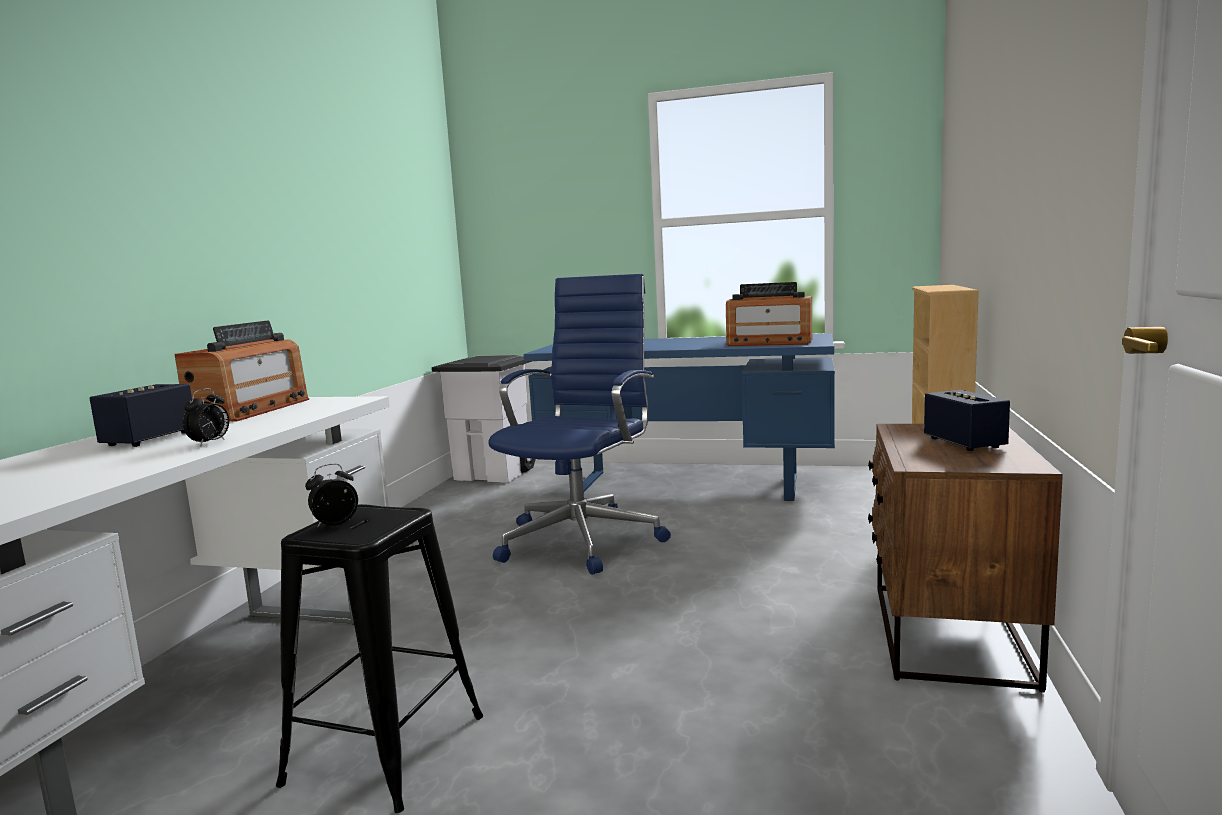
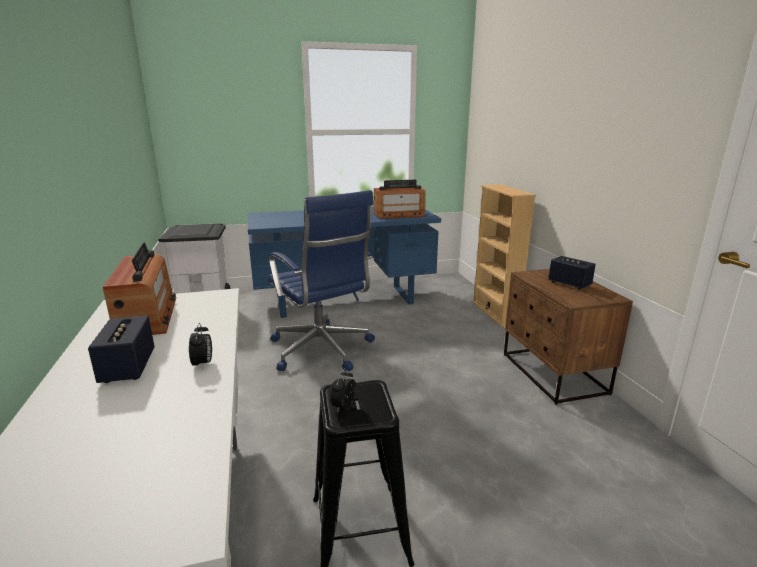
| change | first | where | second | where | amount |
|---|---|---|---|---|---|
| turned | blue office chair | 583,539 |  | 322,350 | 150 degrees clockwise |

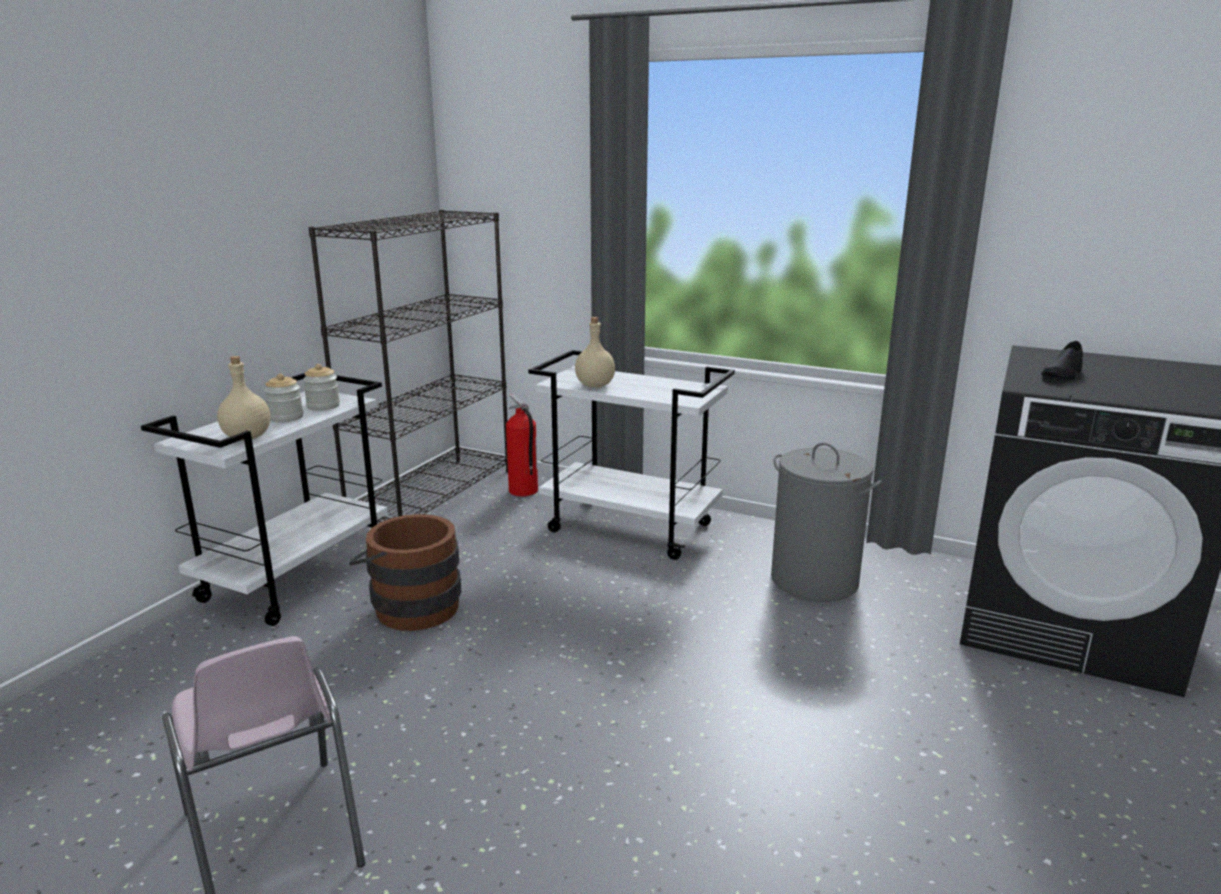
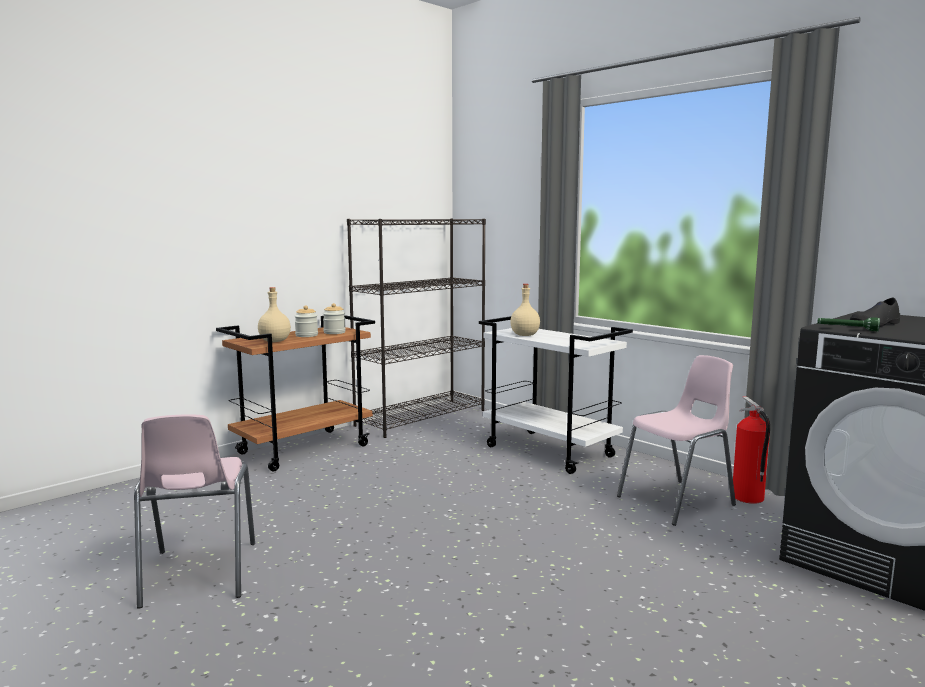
| change | first | where | second | where | amount |
|---|---|---|---|---|---|
| recoloured | white cart | 297,577 | brown cart | 304,449 |  |
| moved | fire extinguisher | 523,491 |  | 747,498 |  |
| replaced | grey laundry basket | 815,580 | pink chair | 678,501 |  |
| removed | brown bucket | 411,606 |  |  |  |
| added |  |  | green flashlight | 847,329 |  |

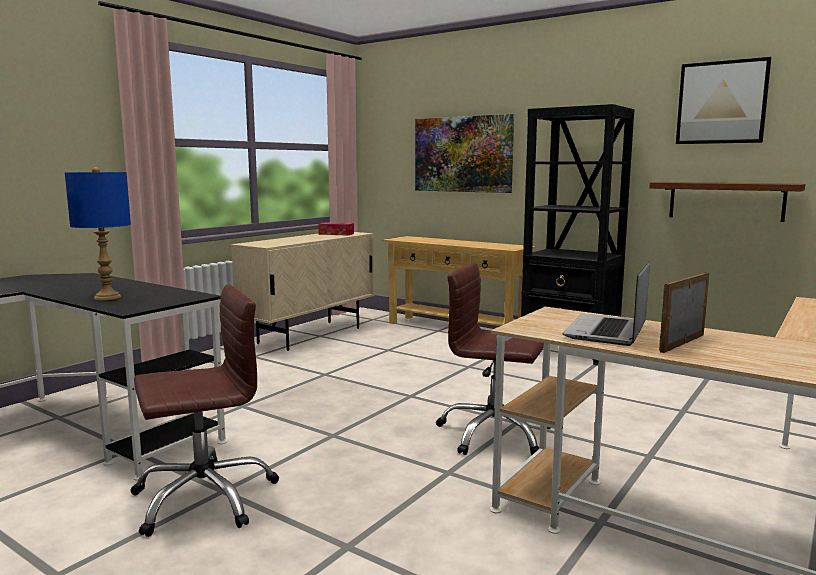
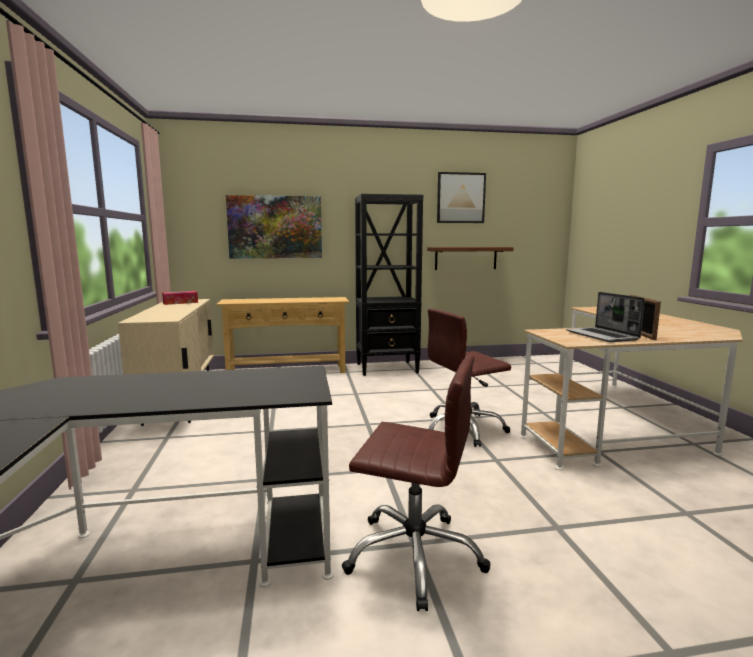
| change | first | where | second | where | amount |
|---|---|---|---|---|---|
| removed | blue table lamp | 107,297 |  |  |  |
| turned | brown office chair | 204,497 |  | 415,555 | 90 degrees clockwise |

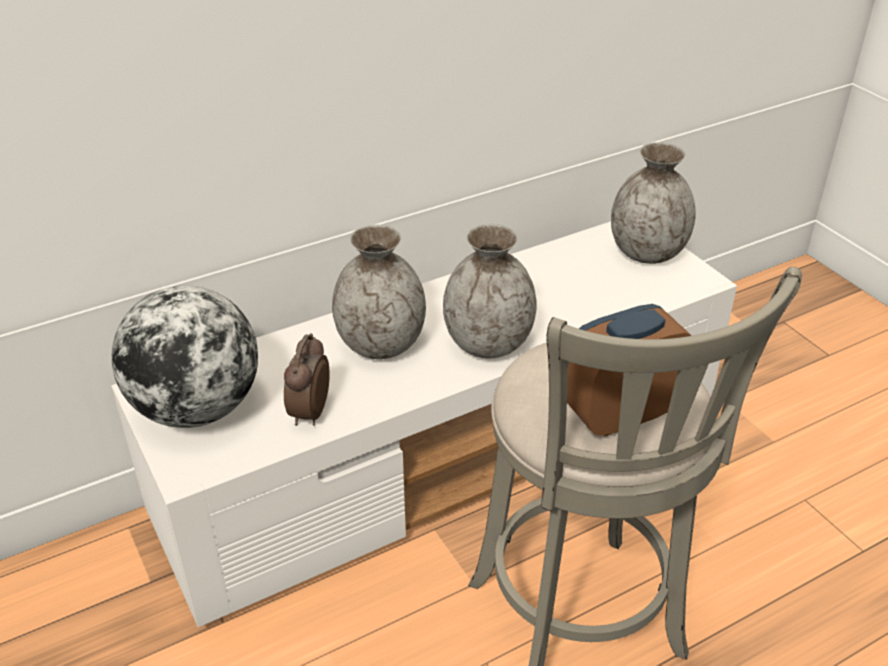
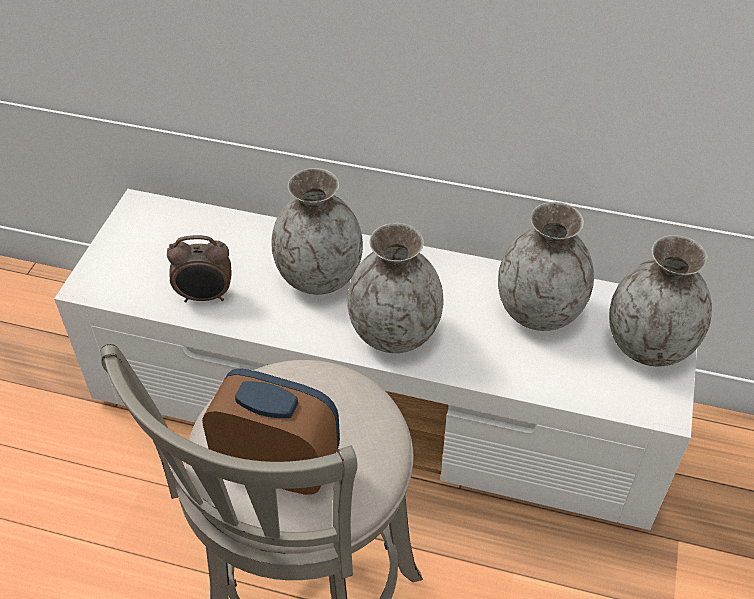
| change | first | where | second | where | amount |
|---|---|---|---|---|---|
| removed | globe | 196,409 |  |  |  |
| turned | alarm clock | 308,413 |  | 205,296 | 150 degrees counterclockwise |
| added |  |  | grey vase | 539,311 |  |

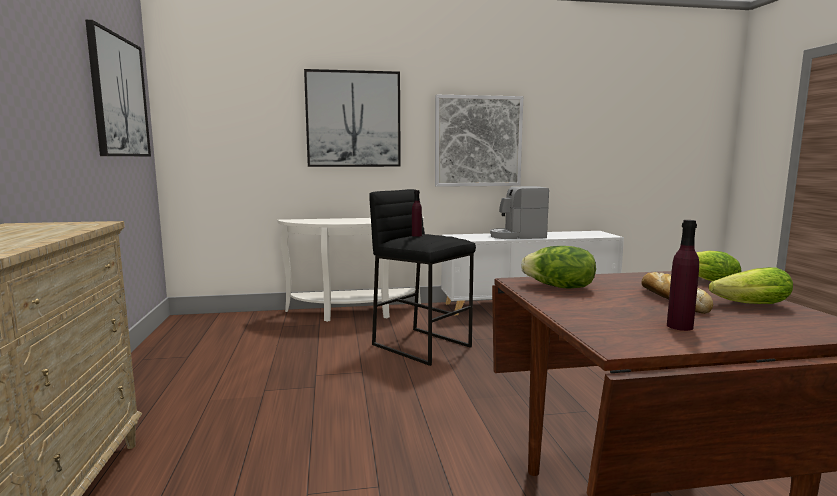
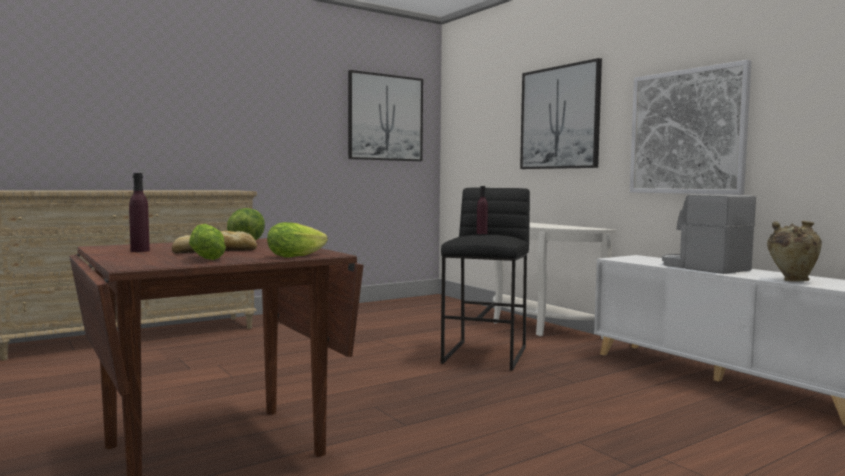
| change | first | where | second | where | amount |
|---|---|---|---|---|---|
| added |  |  | beige vase | 792,280 |  |

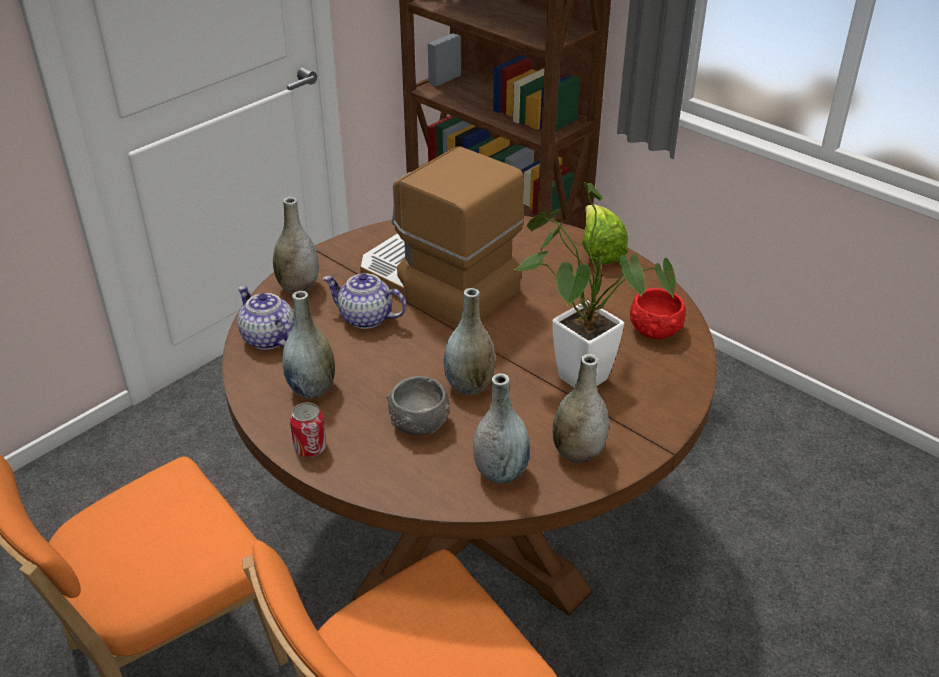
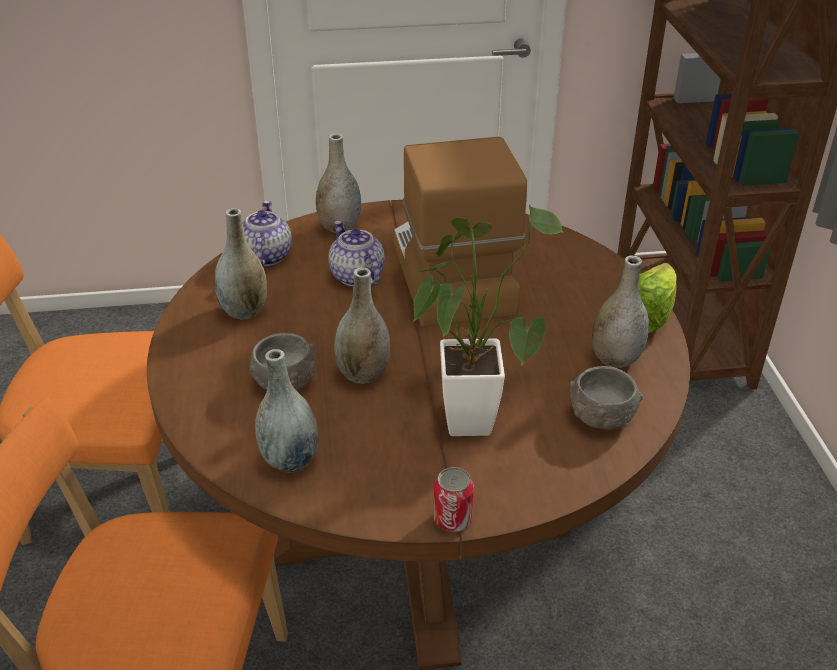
| change | first | where | second | where | amount |
|---|---|---|---|---|---|
| recoloured | red bowl | 655,330 | grey bowl | 601,417 |  |
| moved | grey vase | 578,452 |  | 615,359 |  |
| moved | can | 310,447 |  | 452,519 |  |

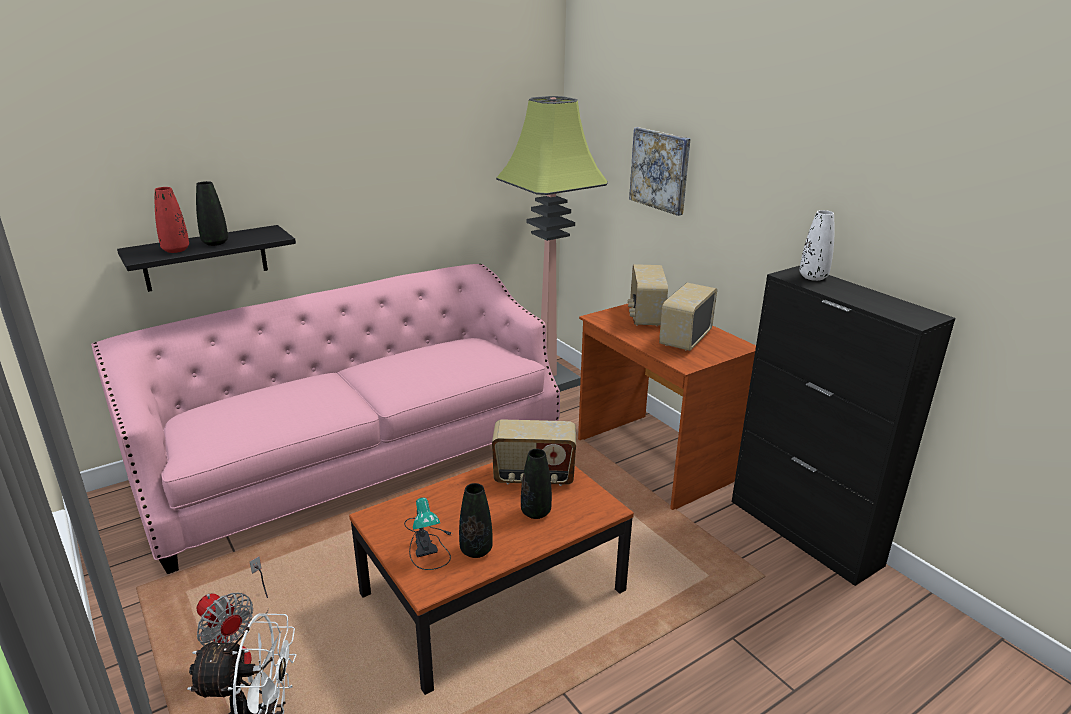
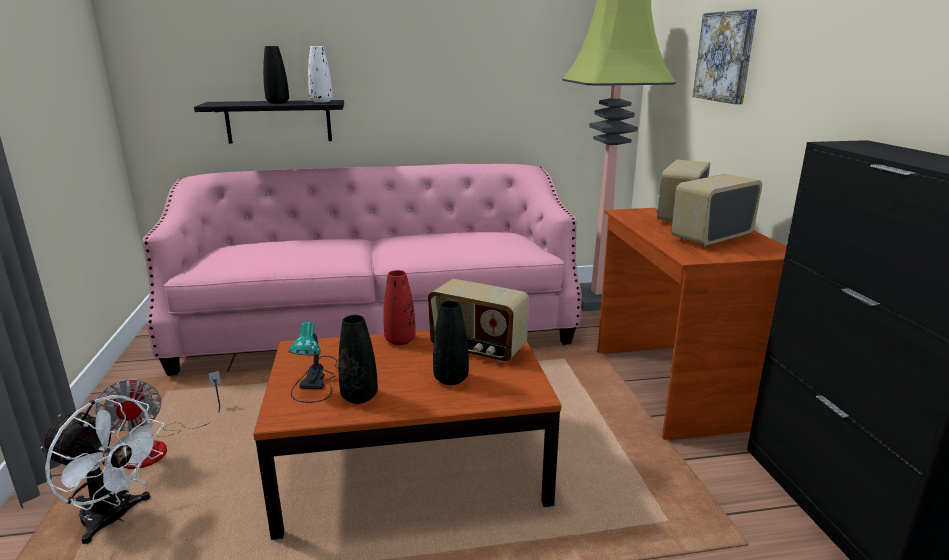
| change | first | where | second | where | amount |
|---|---|---|---|---|---|
| moved | red vase | 176,250 |  | 400,340 |  |
| moved | white vase | 813,277 |  | 321,101 |  |

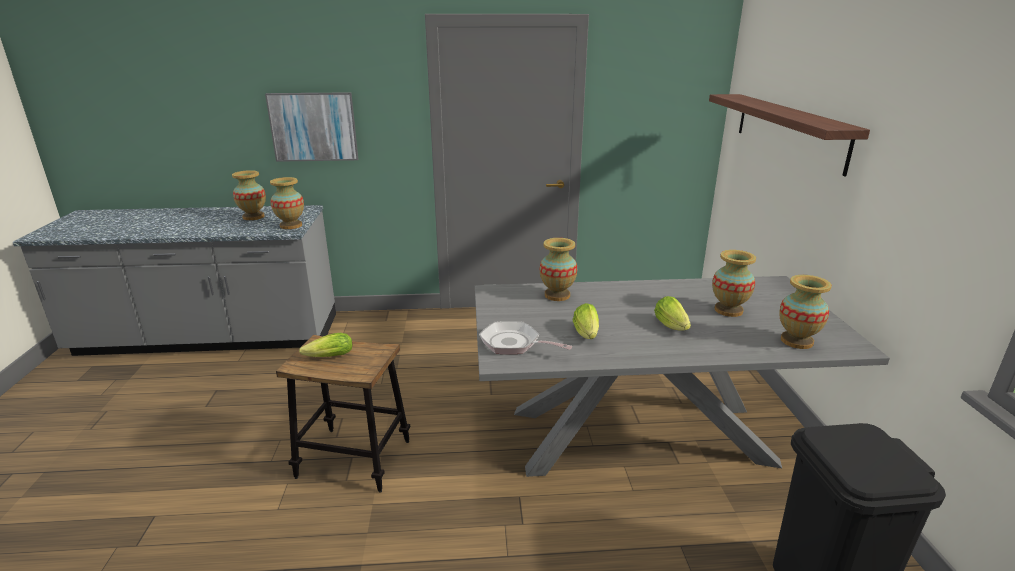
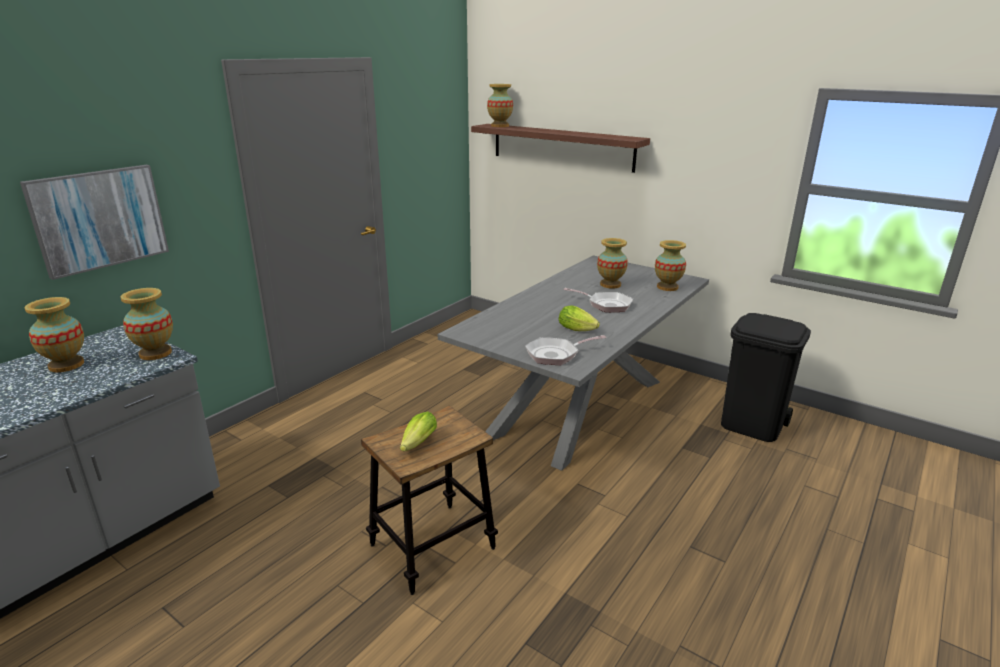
| change | first | where | second | where | amount |
|---|---|---|---|---|---|
| moved | vase | 557,295 |  | 500,126 |  |
| replaced | lettuce | 672,326 | frying pan | 606,305 |  |

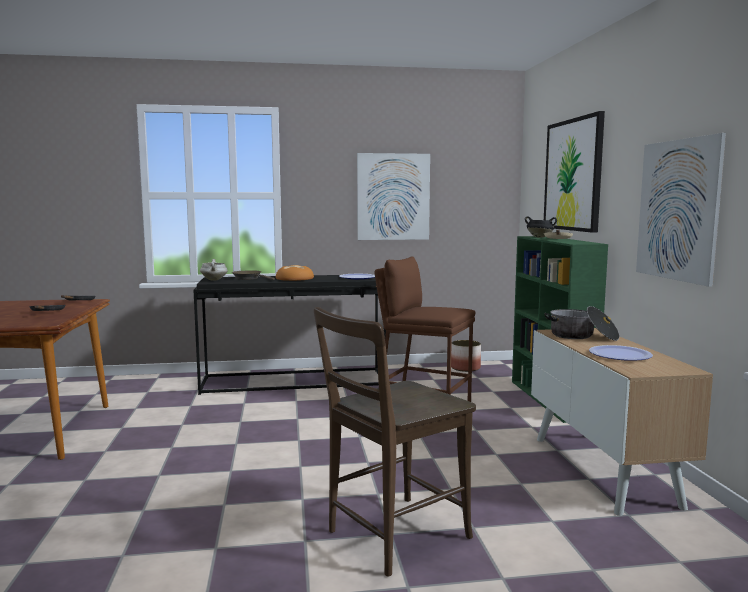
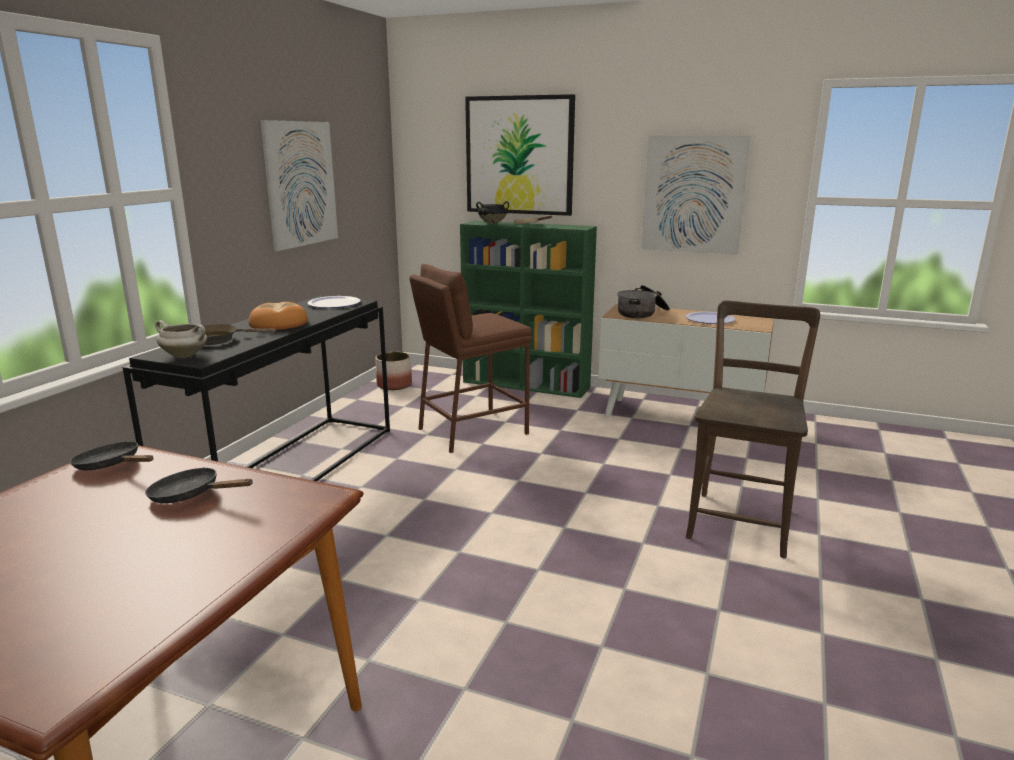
| change | first | where | second | where | amount |
|---|---|---|---|---|---|
| turned | brown chair | 392,536 |  | 740,520 | 150 degrees counterclockwise |

